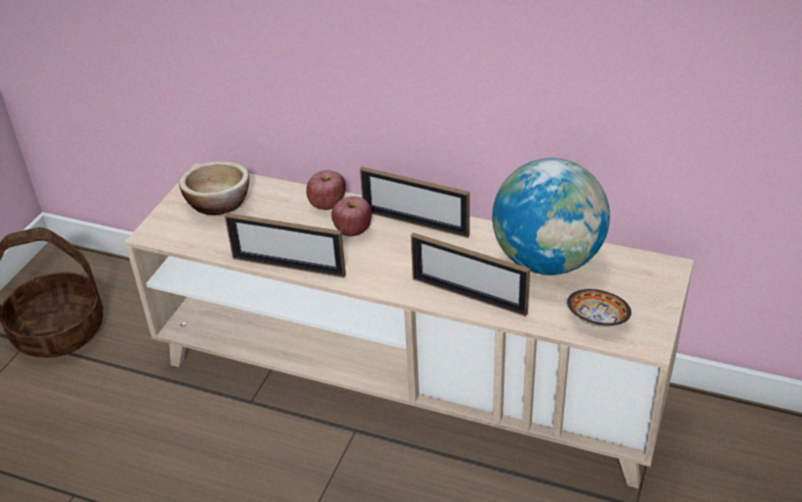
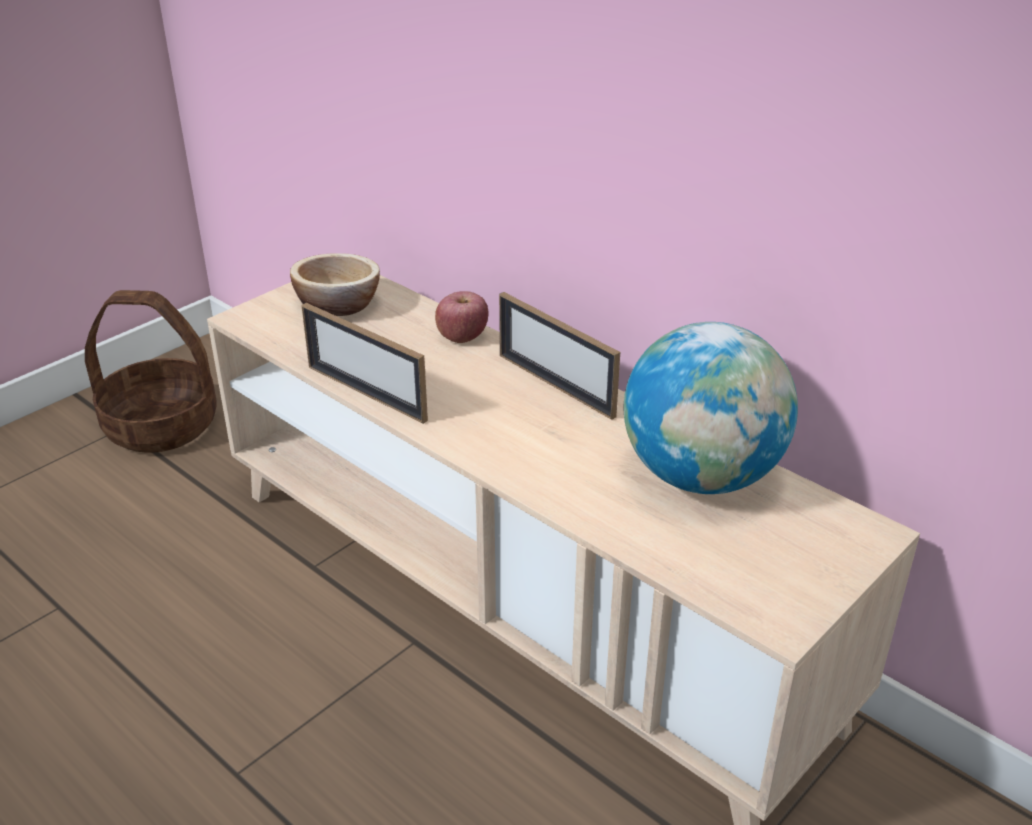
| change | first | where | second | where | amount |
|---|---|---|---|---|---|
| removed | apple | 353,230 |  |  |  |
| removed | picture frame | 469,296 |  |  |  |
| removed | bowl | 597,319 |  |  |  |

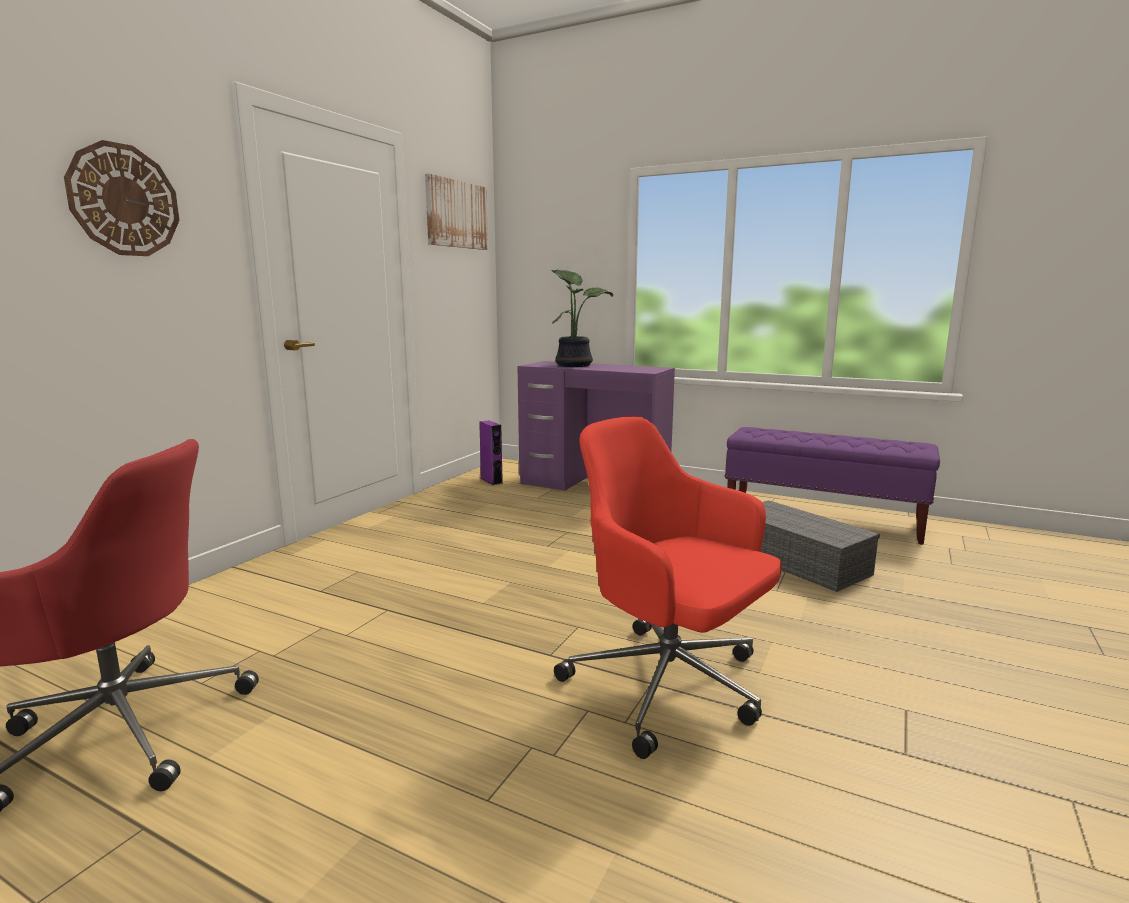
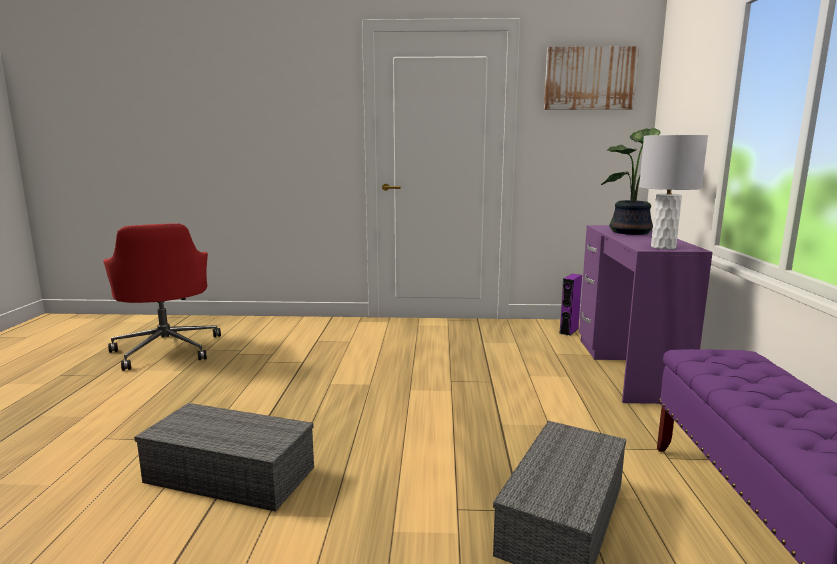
| change | first | where | second | where | amount |
|---|---|---|---|---|---|
| removed | wall clock | 124,200 |  |  |  |
| replaced | red office chair | 669,686 | grey storage box | 233,474 |  |
| added |  |  | grey table lamp | 663,247 |  |

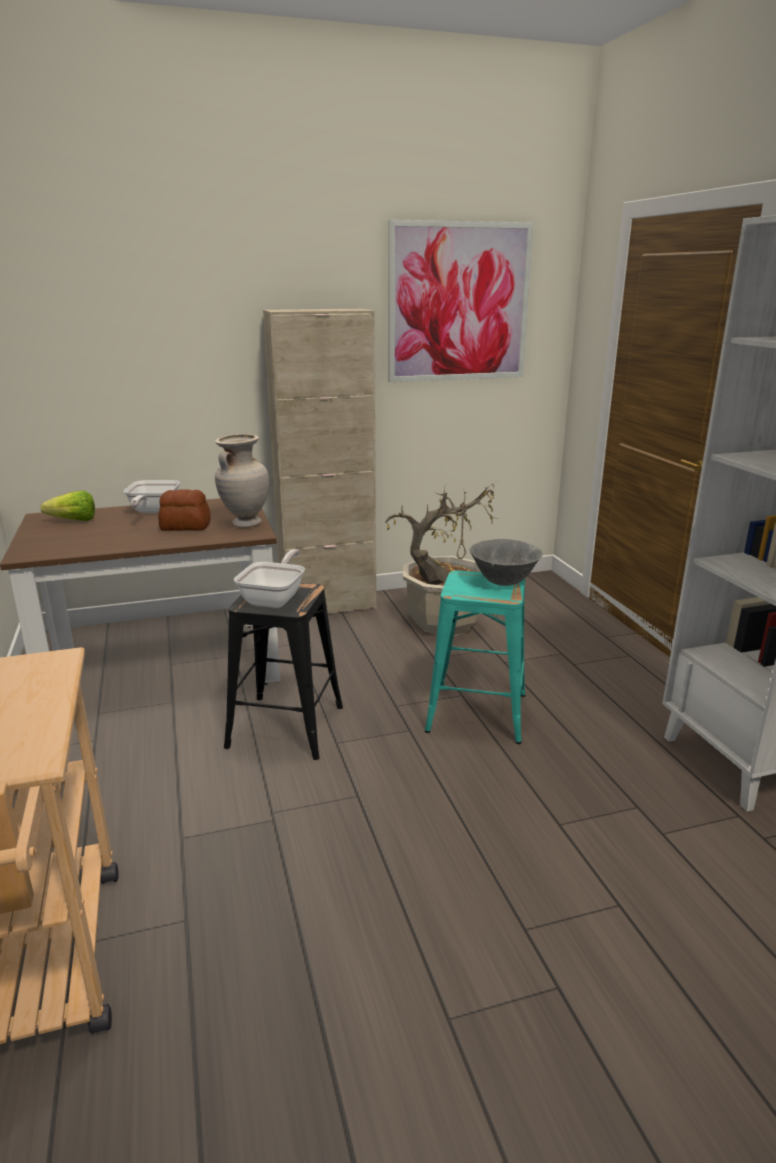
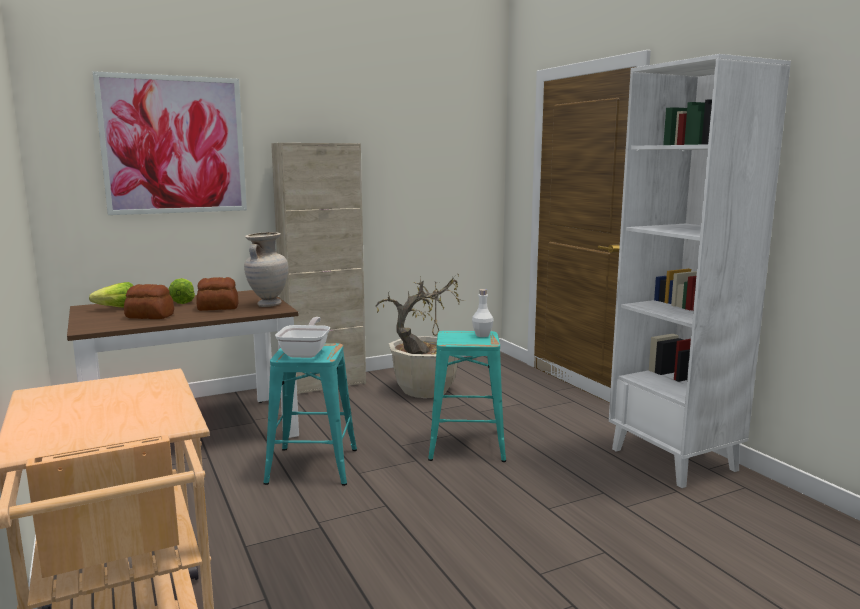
| change | first | where | second | where | amount |
|---|---|---|---|---|---|
| moved | picture | 459,303 |  | 174,145 |  |
| replaced | frying pan | 152,512 | lettuce | 184,300 |  |
| replaced | grey bowl | 504,582 | white bottle | 482,335 |  |
| recoloured | black stool | 284,726 | turquoise stool | 311,466 |  |
| added |  |  | bread | 150,316 |  |

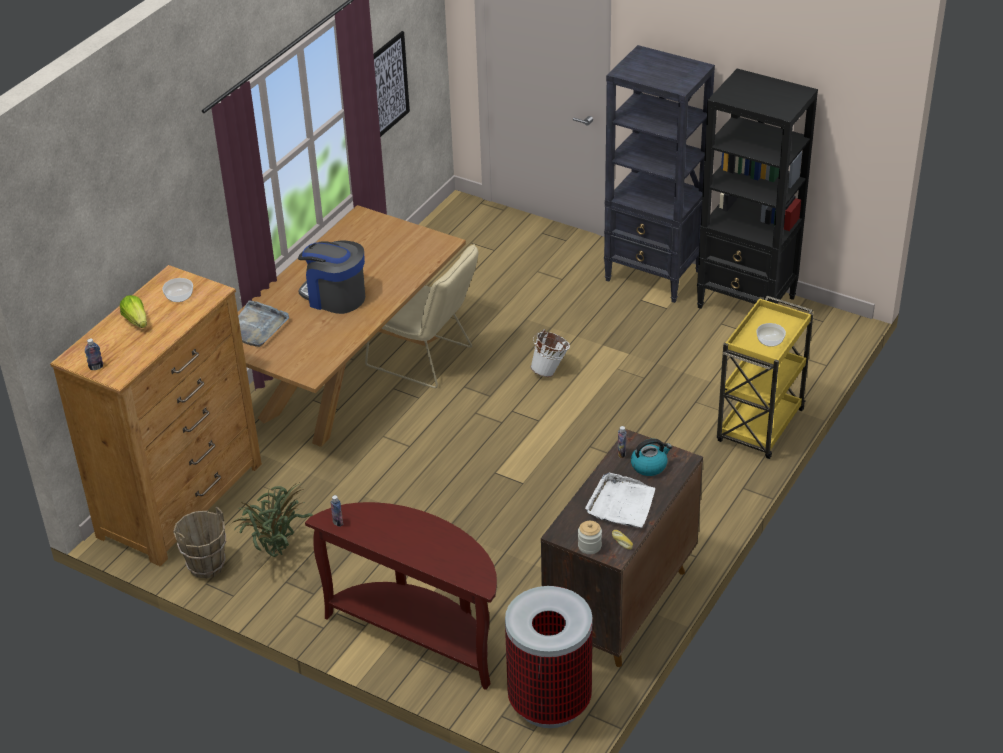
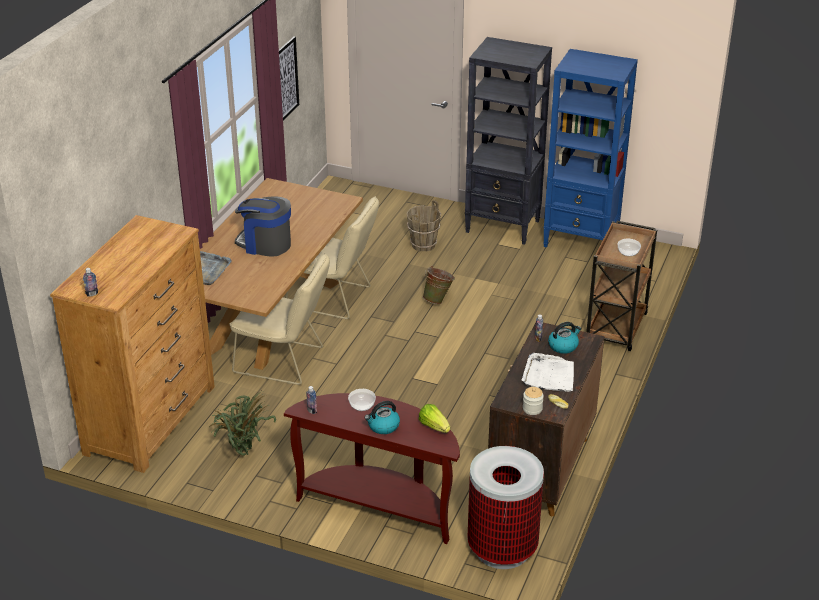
| change | first | where | second | where | amount |
|---|---|---|---|---|---|
| recoloured | black bookcase | 747,303 | blue bookcase | 581,241 |  |
| moved | bowl | 179,296 |  | 361,405 |  |
| moved | lettuce | 136,321 |  | 434,426 |  |
| recoloured | yellow cart | 759,427 | brown cart | 616,329 |  |
| recoloured | white bucket | 550,371 | green bucket | 438,300 |  |
| moved | brown bucket | 206,566 |  | 423,245 |  |
| added |  |  | beige chair | 284,361 |  |
| added |  |  | kettle | 383,426 |  |

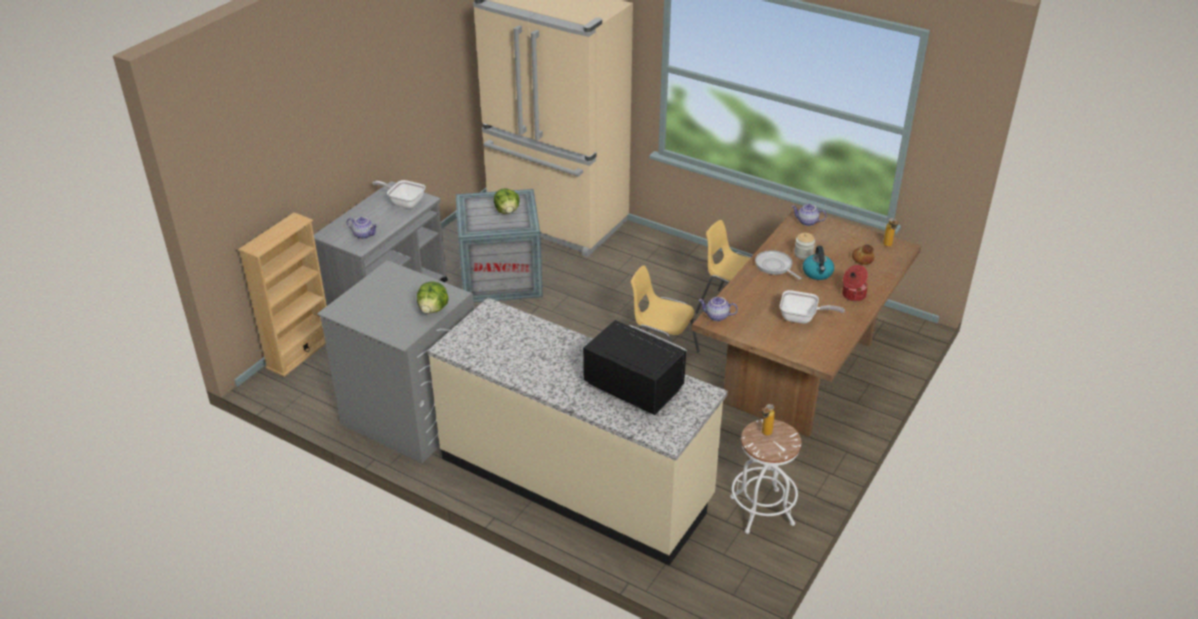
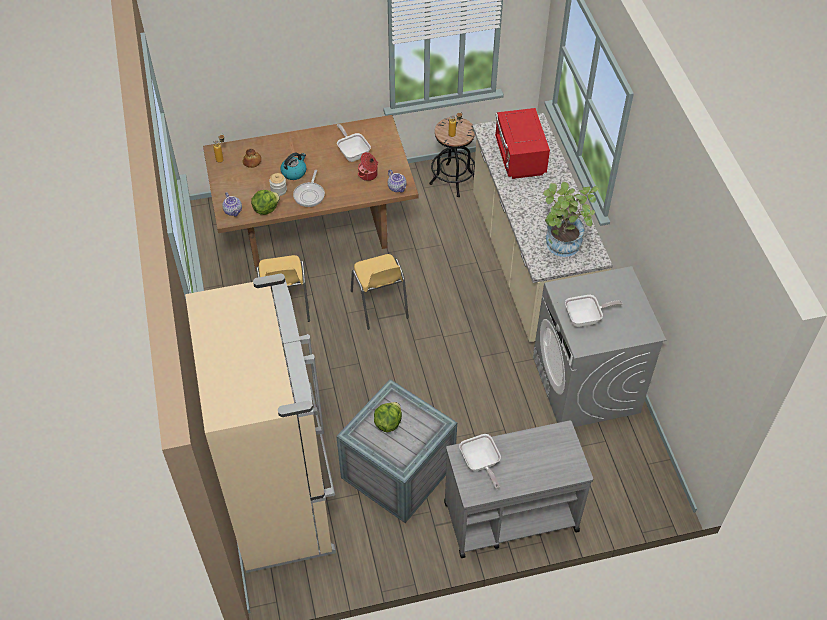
| change | first | where | second | where | amount |
|---|---|---|---|---|---|
| removed | beige bookcase | 300,352 |  |  |  |
| removed | teapot | 364,235 |  |  |  |
| moved | cooking pot | 853,295 |  | 368,175 |  |
| moved | lettuce | 433,309 |  | 266,209 |  |
| recoloured | black microwave | 633,387 | red microwave | 519,158 |  |
| recoloured | white stool | 762,510 | black stool | 452,180 |  |
| added |  |  | potted plant | 561,247 |  |
| added |  |  | frying pan | 586,318 |  |

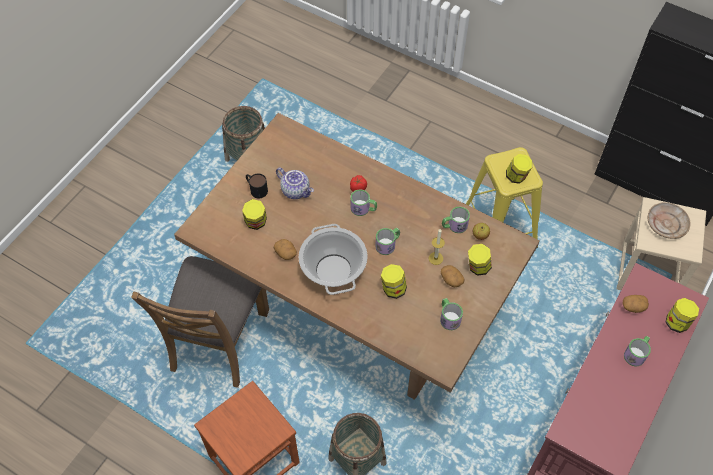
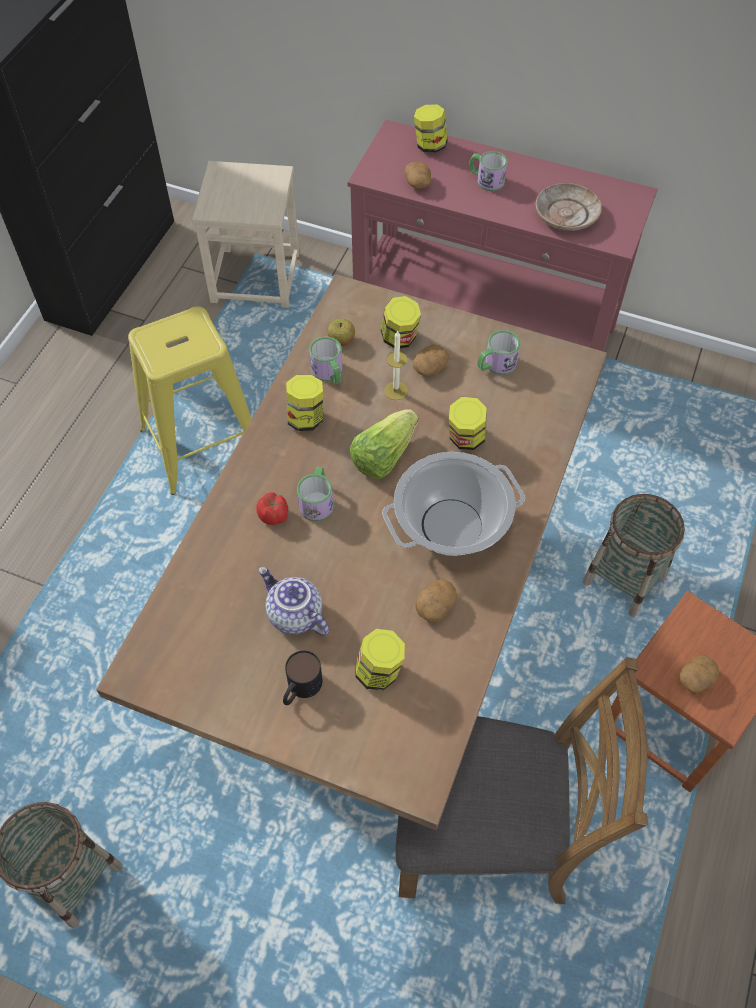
| change | first | where | second | where | amount |
|---|---|---|---|---|---|
| moved | jar | 516,177 |  | 306,418 |  |
| turned | teapot | 296,190 |  | 294,615 | 75 degrees counterclockwise |
| moved | beige plate | 666,224 |  | 566,215 |  |
| replaced | mug | 388,244 | lettuce | 383,456 |  |
| added |  |  | potato | 696,679 |  |

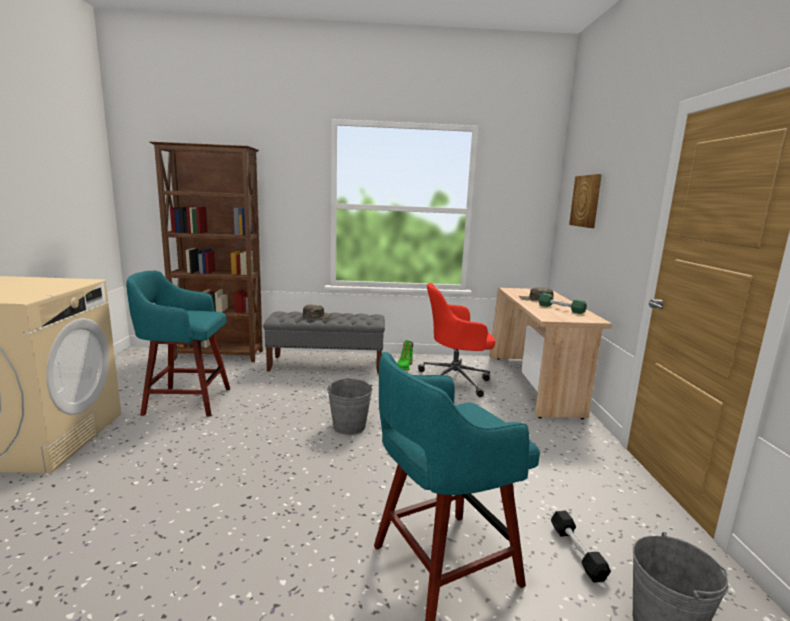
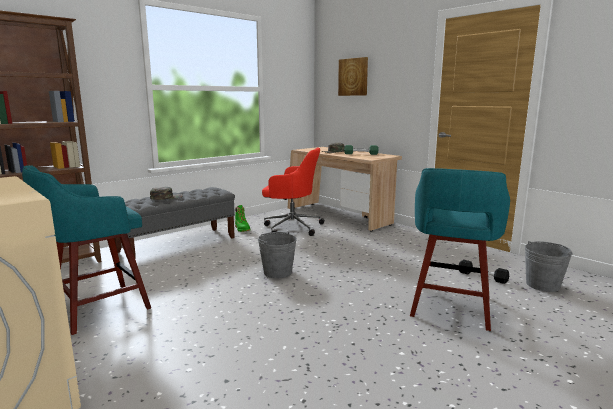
| change | first | where | second | where | amount |
|---|---|---|---|---|---|
| turned | red office chair | 455,380 |  | 291,227 | 120 degrees counterclockwise |

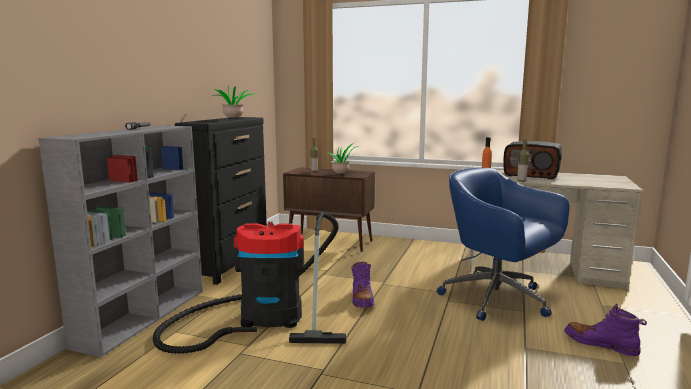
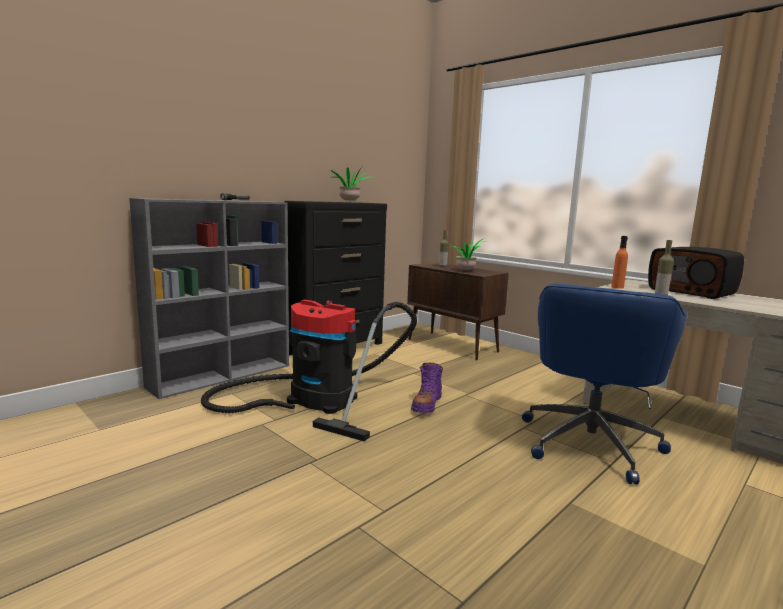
| change | first | where | second | where | amount |
|---|---|---|---|---|---|
| turned | blue office chair | 498,300 |  | 590,441 | 135 degrees counterclockwise |
| removed | purple boot | 600,344 |  |  |  |

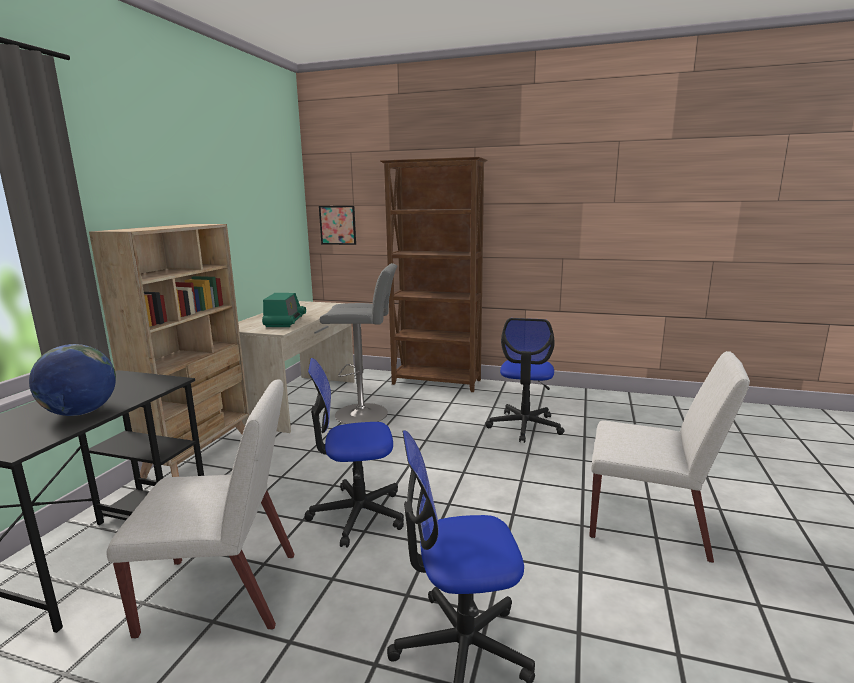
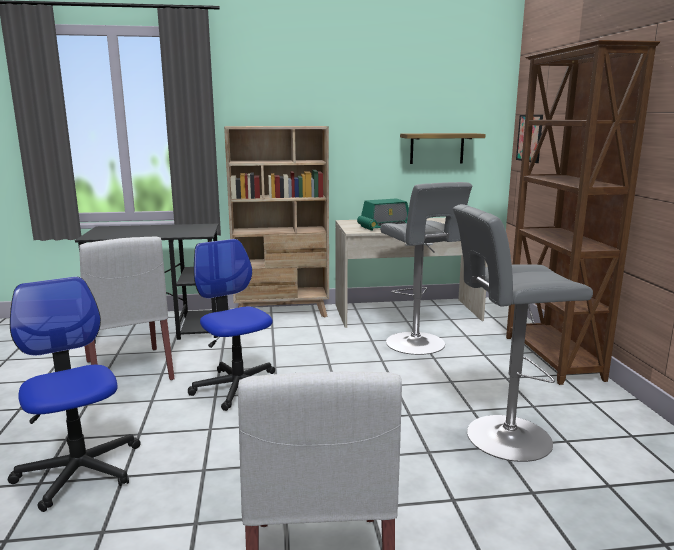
| change | first | where | second | where | amount |
|---|---|---|---|---|---|
| replaced | office chair | 524,426 | grey stool | 503,438 |  |
| removed | globe | 80,413 |  |  |  |
| added |  |  | shelf | 437,148 |  |

